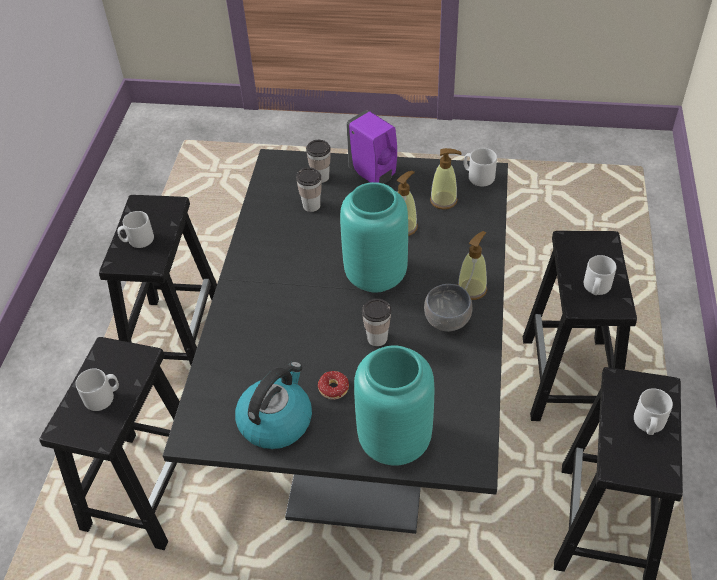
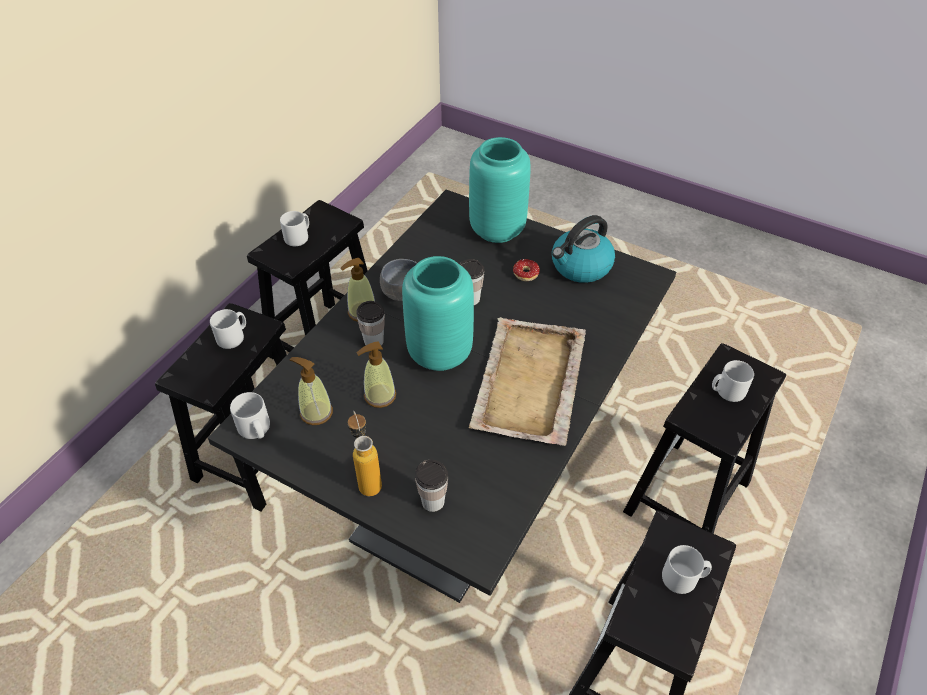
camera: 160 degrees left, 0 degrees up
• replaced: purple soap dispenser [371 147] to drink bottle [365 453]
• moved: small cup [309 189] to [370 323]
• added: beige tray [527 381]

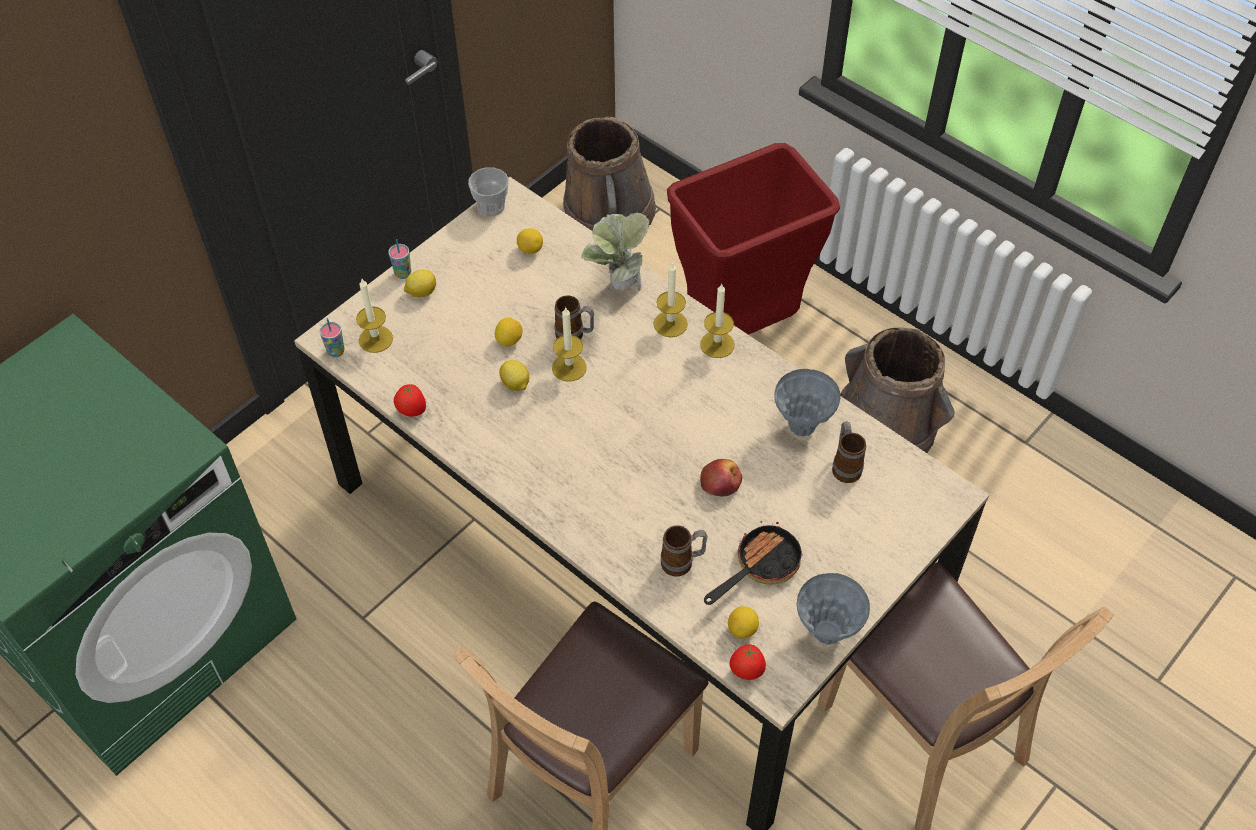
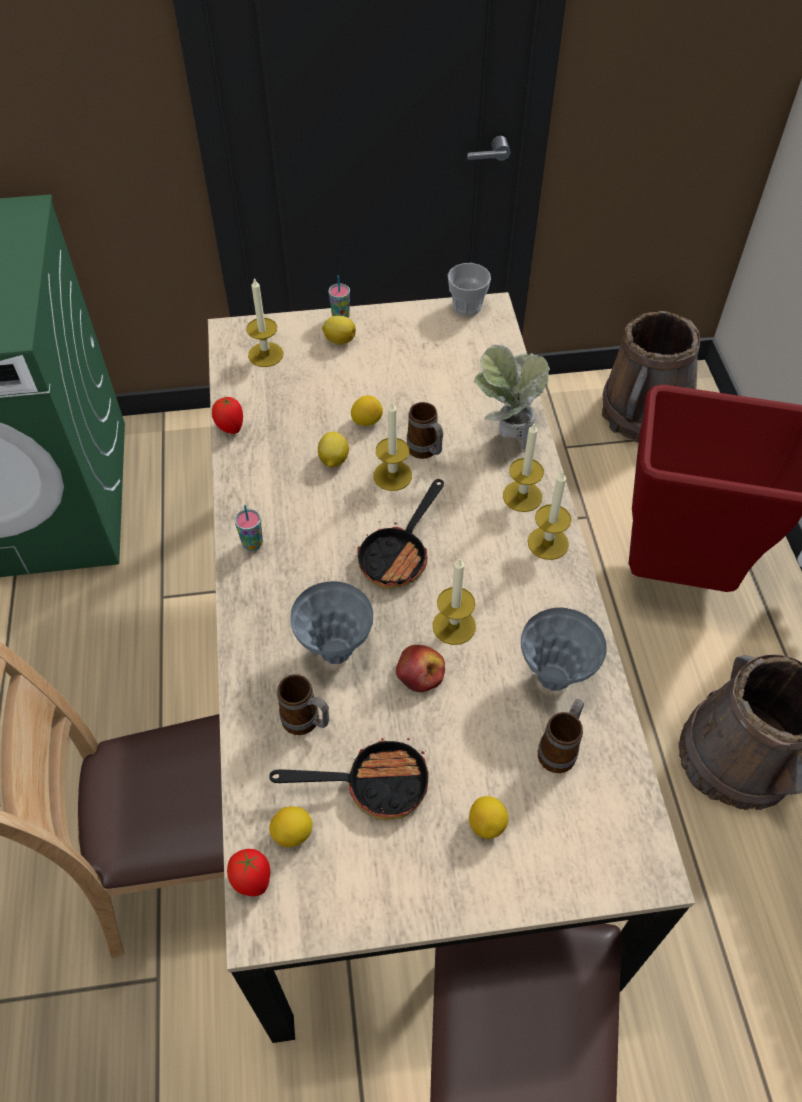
camera: 40 degrees right, 0 degrees up
• moved: whole lemon [530 241] to [488 817]
• moved: small cup [332 338] to [249 528]
• moved: grey flower vase [833 609] to [331 622]
• added: skillet [400 534]
• added: wax candle [454 601]

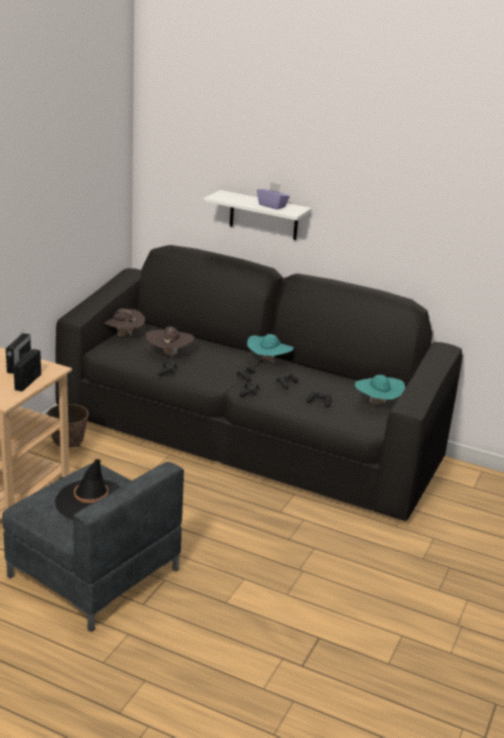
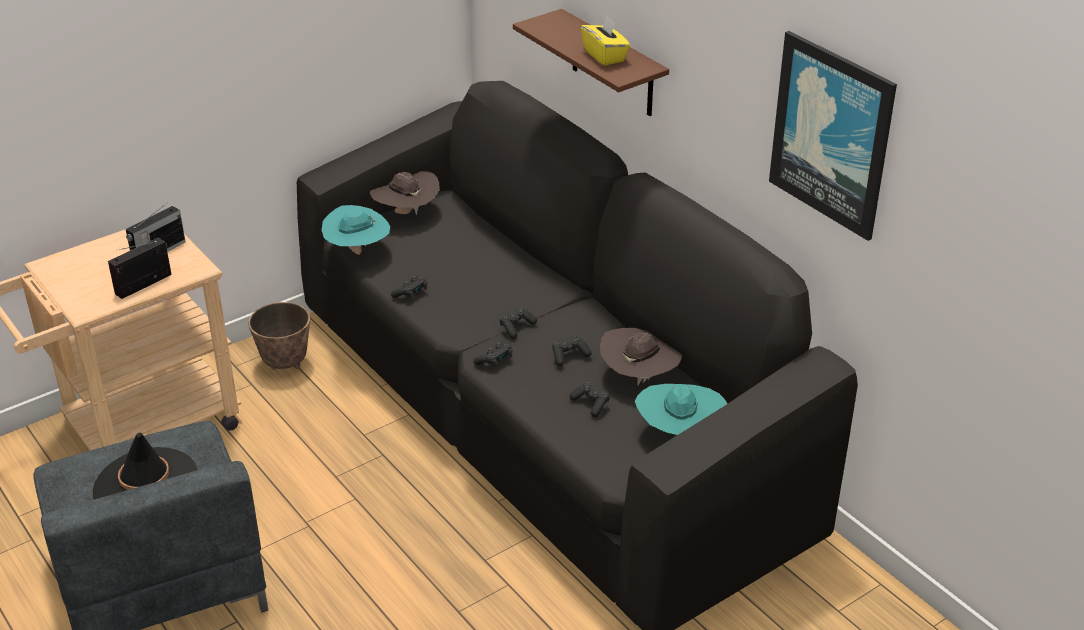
camera: 30 degrees right, 10 degrees up
• recoloured: purple box of tissues [273 195] to yellow-coloured box of tissues [605 41]
• recoloured: whitish bracket shelf [257 215] to brown bracket shelf [591 62]
• moved: brown wearable hat [170 342] to [641 356]
• moved: blue-green wearable hat [270 348] to [356 230]
• added: wall picture [833 136]

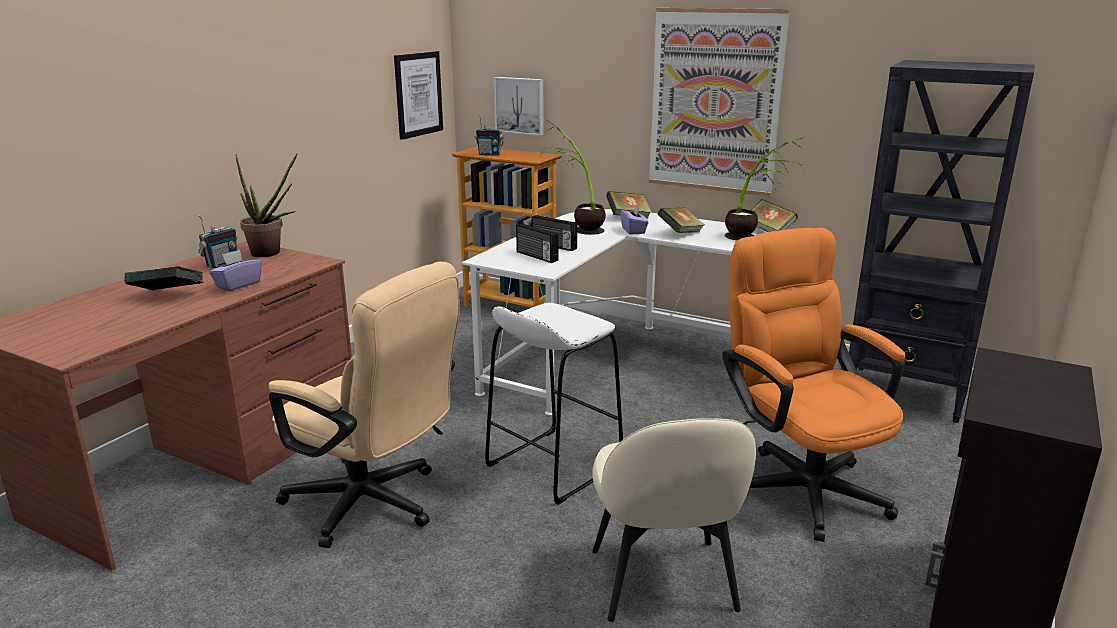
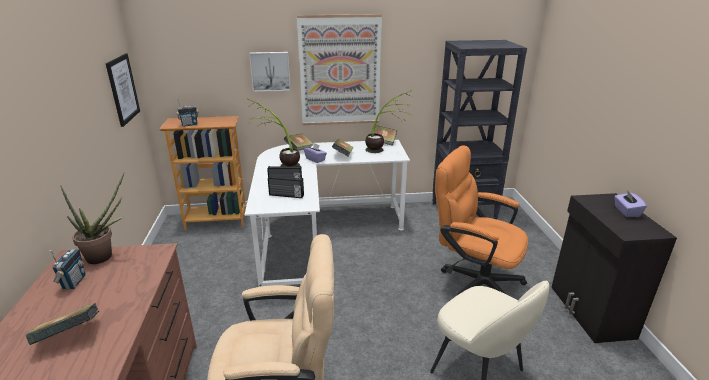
camera: 35 degrees left, 5 degrees up
• moved: wall picture [519 106] to [270 72]
• moved: purple box of tissues [235 270] to [630 203]
• removed: whitish stool [554 404]

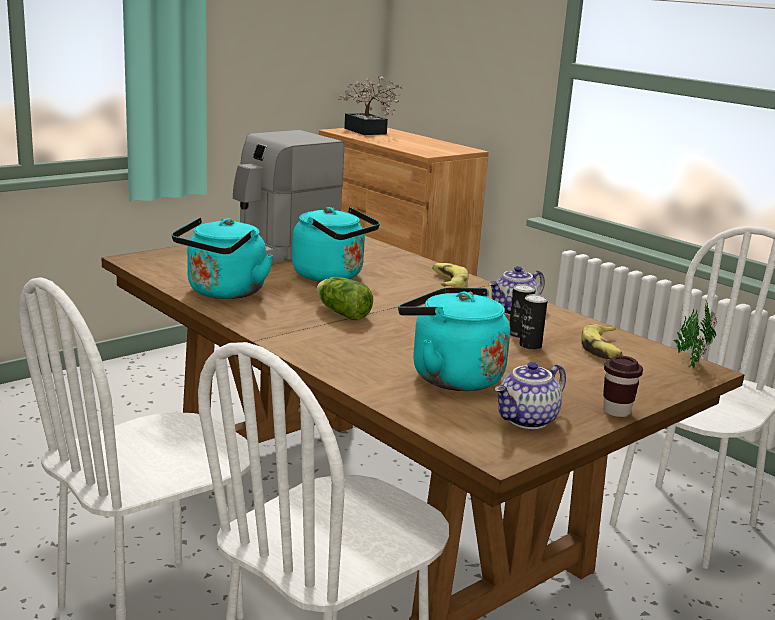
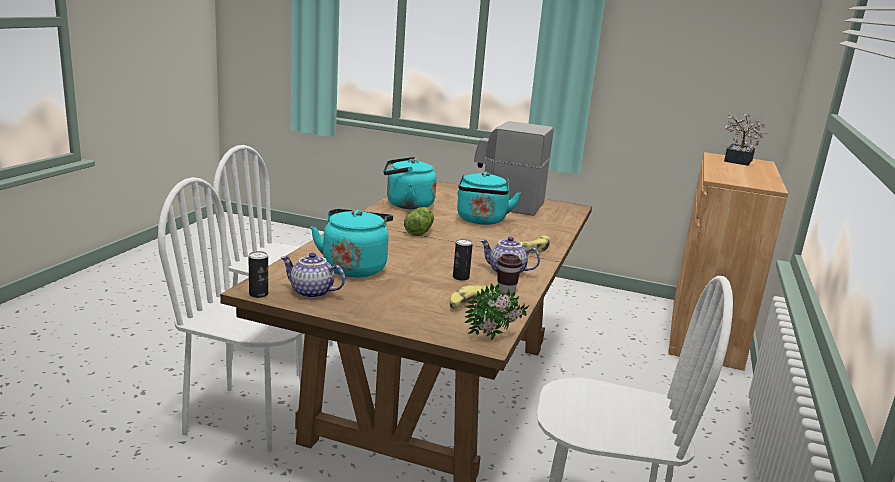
camera: 60 degrees right, 0 degrees up
• moved: can [533 322] to [258 274]
• moved: brown small cup [623 386] to [509 274]

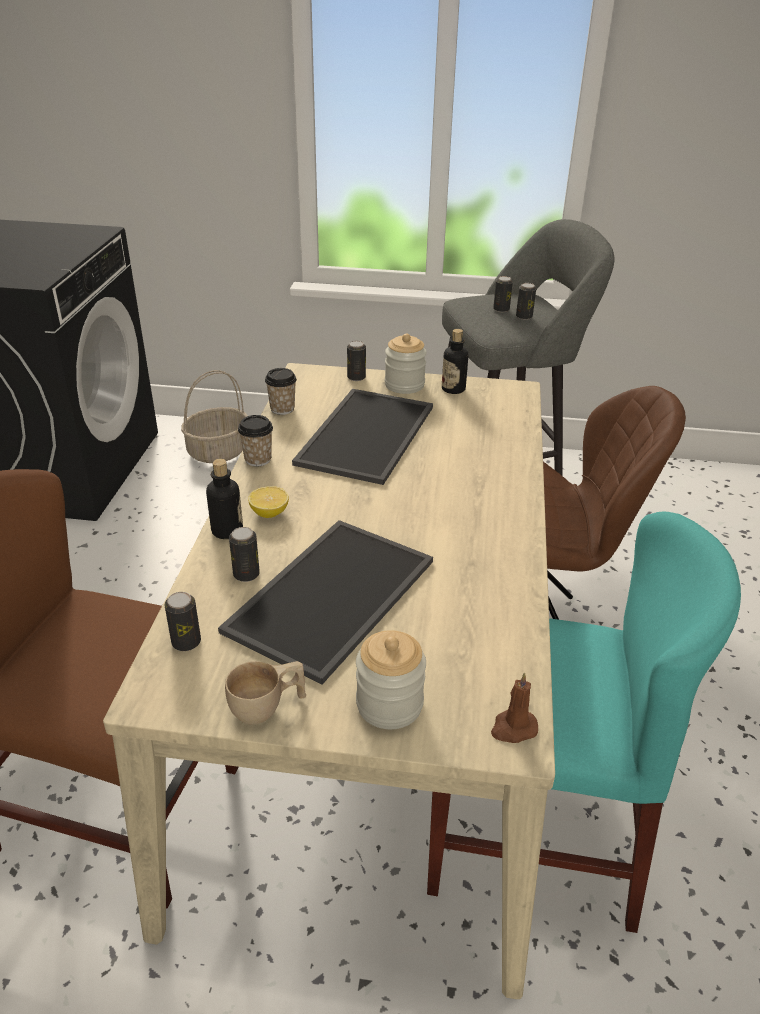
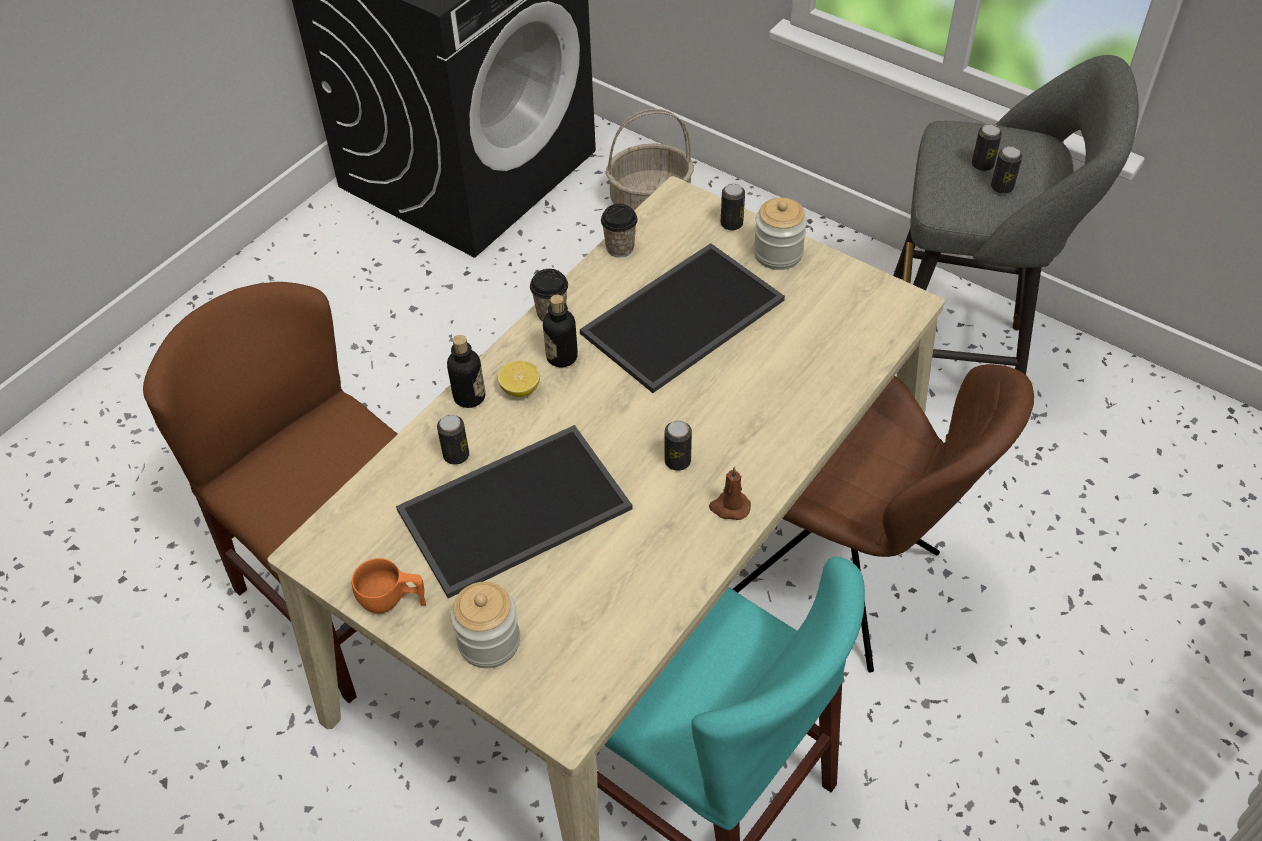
camera: 30 degrees right, 15 degrees up
• moved: drink bottle [455 361] to [560 331]
• moved: can [182 621] to [678 445]
• recoloured: beige small cup [265 693] to orange small cup [389 586]
• moved: brown wax candle [514 707] to [730 493]

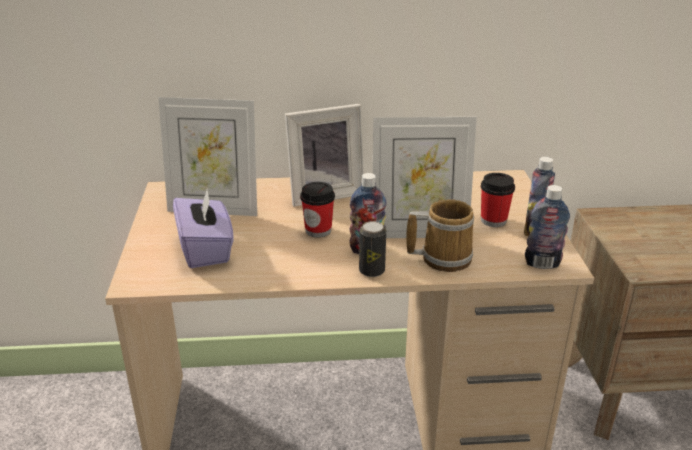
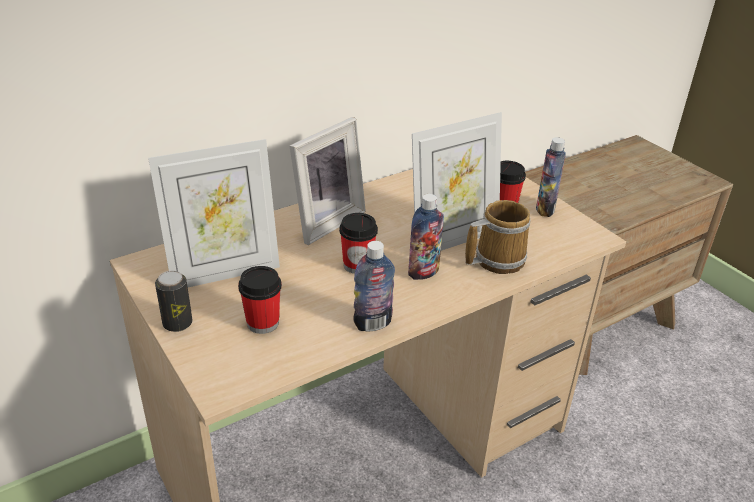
camera: 30 degrees left, 5 degrees up
• moved: drink bottle [547 227] to [374 286]
• replaced: purple box of tissues [203 227] to small cup [260 300]
• moved: can [372 249] to [173 301]

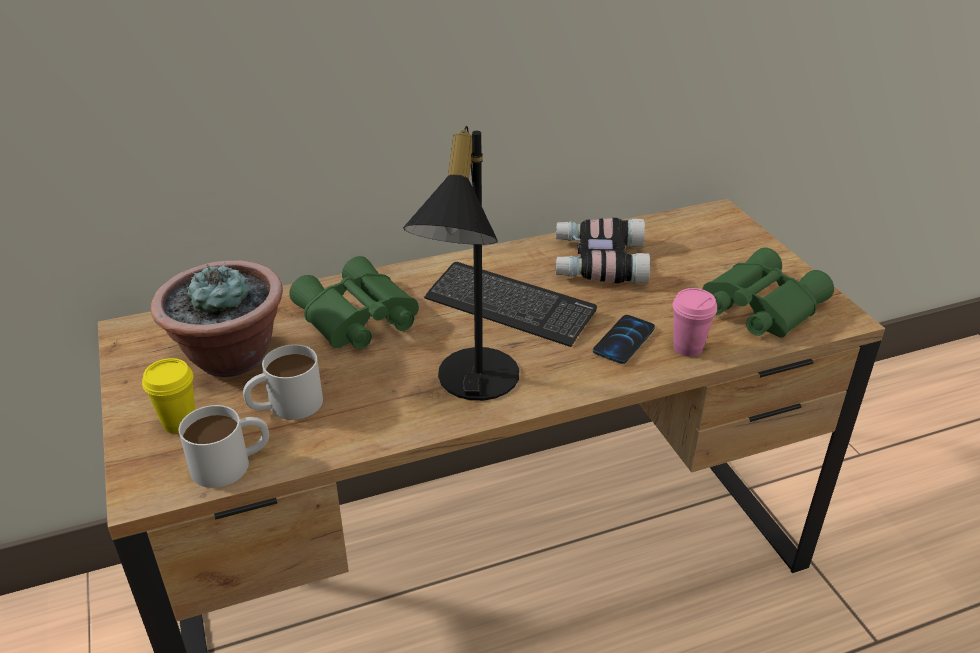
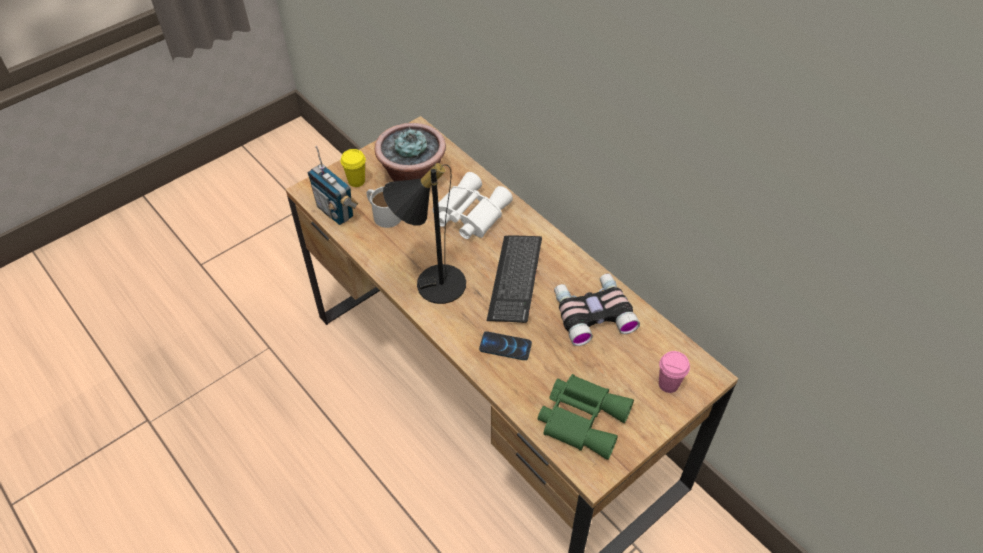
camera: 70 degrees right, 15 degrees up
• recoloured: green pair of binoculars [354 302] to whitish pair of binoculars [473 205]
• moved: pink-coloured small cup [694 322] to [674 372]
• replaced: whitish tea mug [224 446] to radio set [333 185]

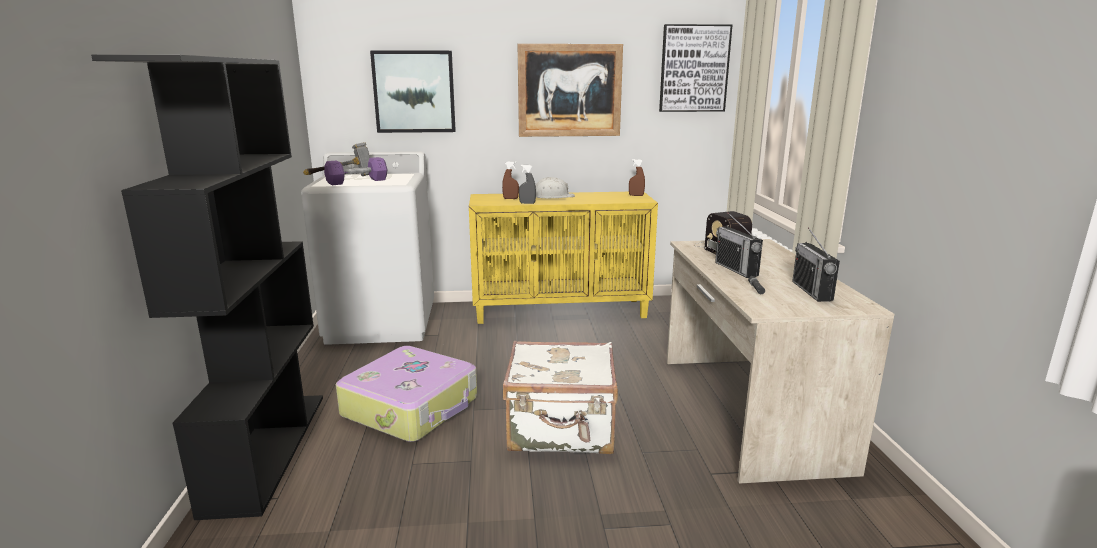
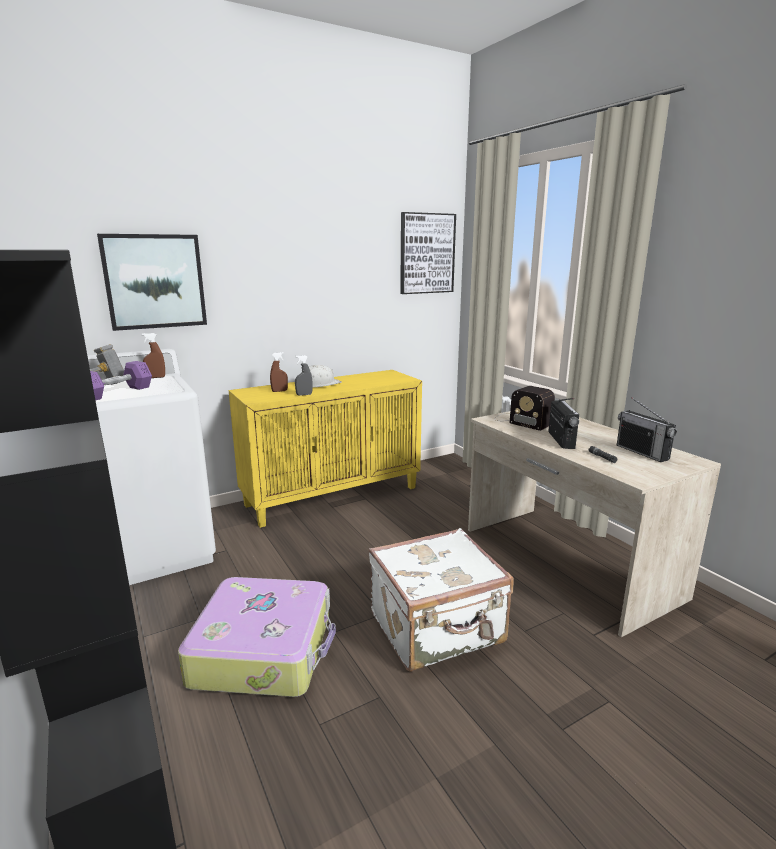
camera: 25 degrees left, 0 degrees up
• removed: wall picture [570 90]
• moved: brown sprayer [637 177] to [153 355]
• turned: radio set [739 245] = [563 423] 135 degrees counterclockwise

